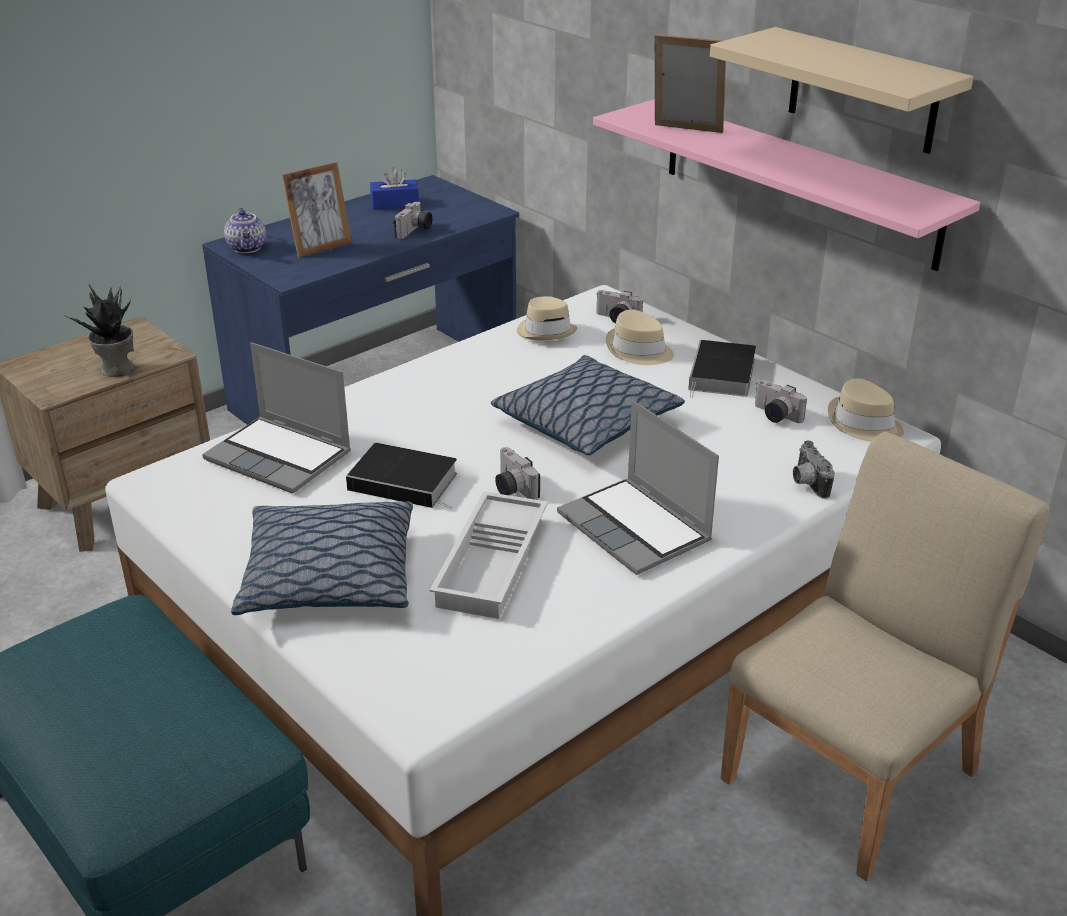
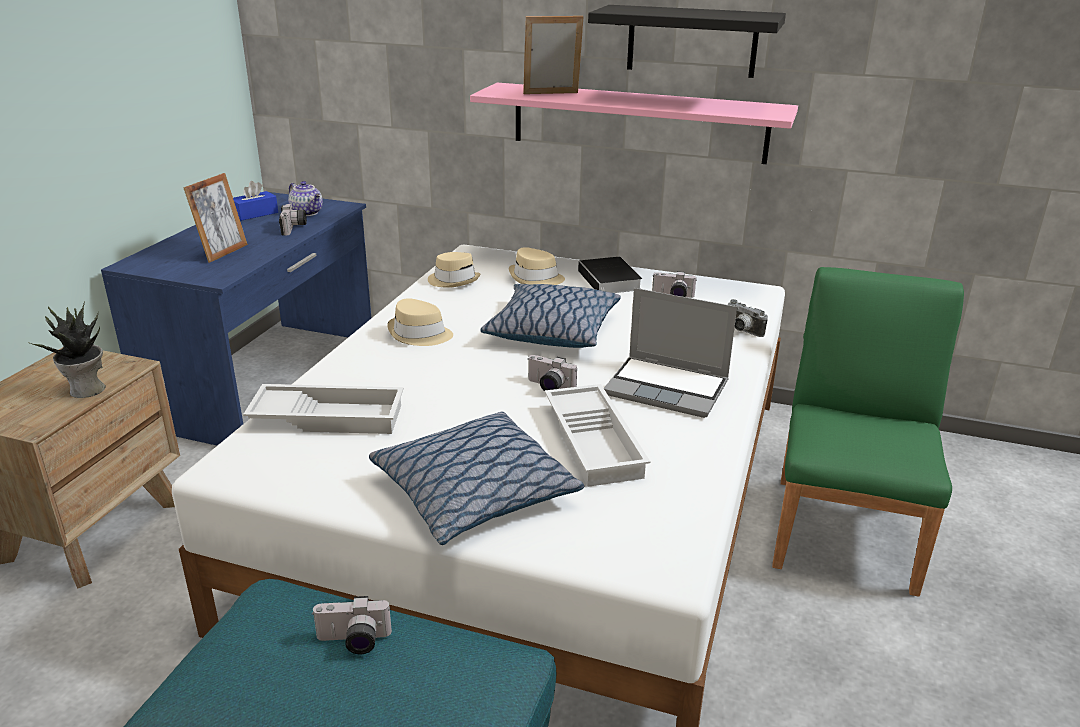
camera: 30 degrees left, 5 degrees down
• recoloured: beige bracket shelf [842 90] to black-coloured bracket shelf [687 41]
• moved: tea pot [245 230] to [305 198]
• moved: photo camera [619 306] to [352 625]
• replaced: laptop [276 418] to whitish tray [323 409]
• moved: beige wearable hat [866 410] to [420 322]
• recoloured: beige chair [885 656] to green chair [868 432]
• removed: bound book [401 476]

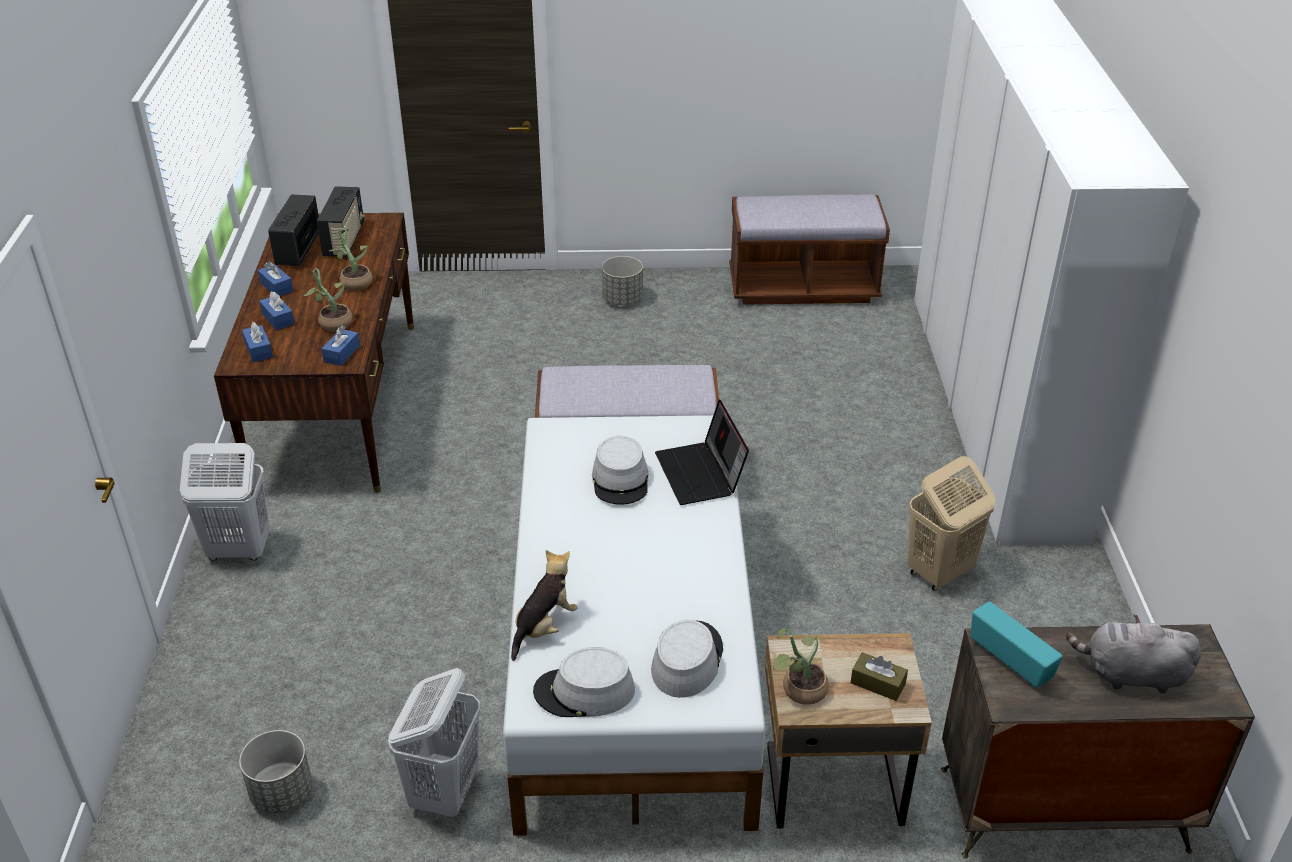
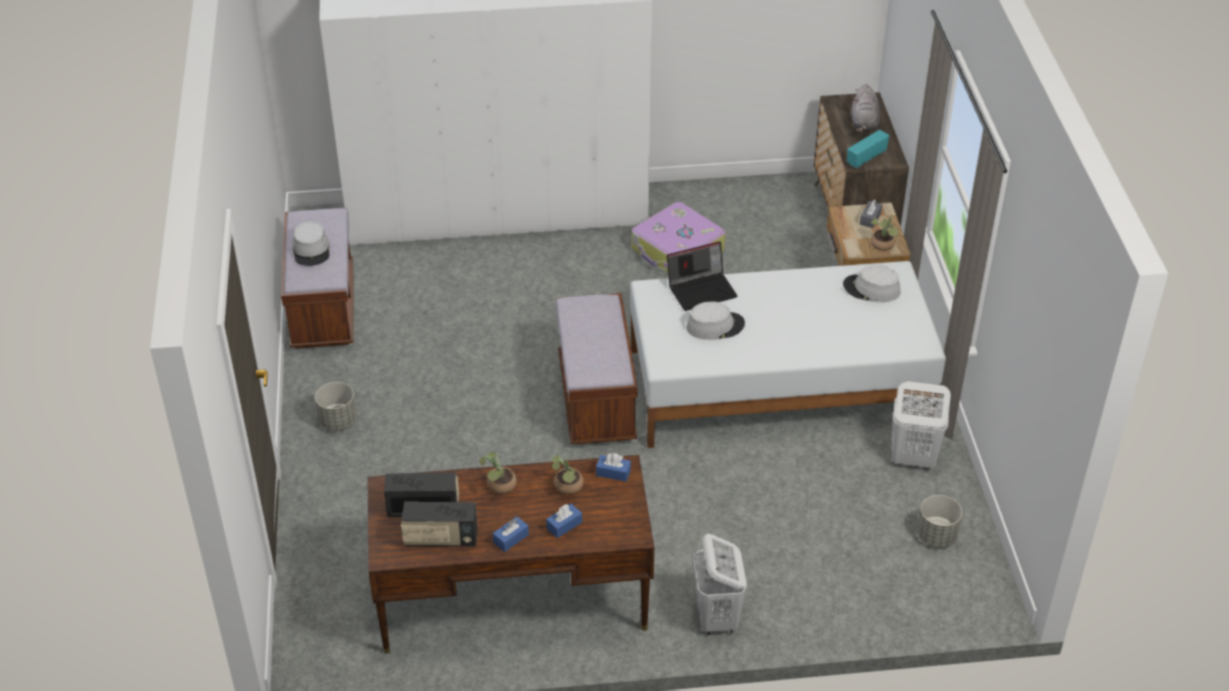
camera: 95 degrees left, 5 degrees up
• removed: bluish box of tissues [257 342]
• replaced: beige hamper [951 523] to piece of luggage [679 237]
• removed: plush toy [544 605]
• moved: grey wearable hat [584 682] to [311 243]
• recoloured: brown box of tissues [879 676] to grey box of tissues [871 214]

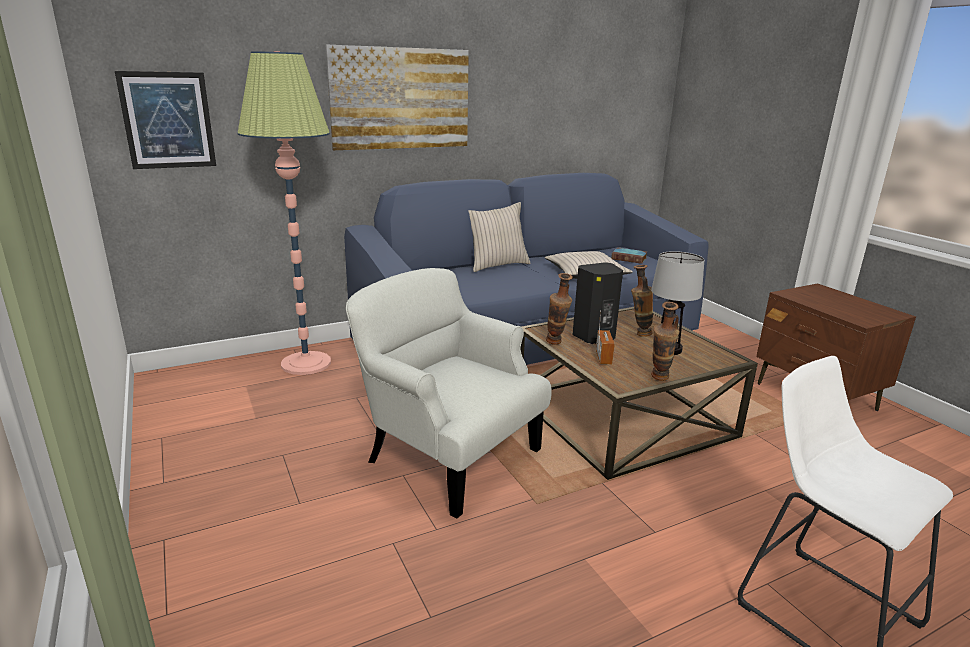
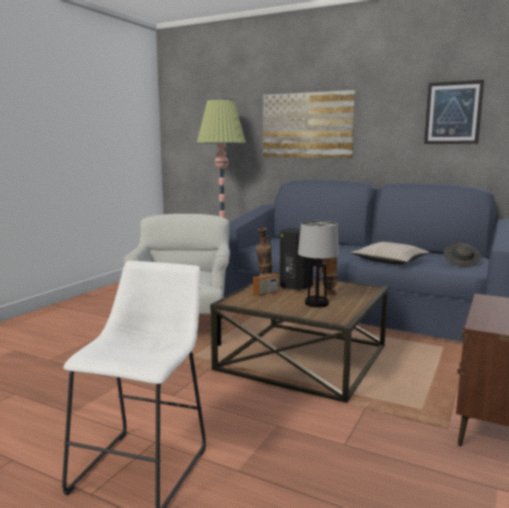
camera: 55 degrees right, 10 degrees down
• moved: wall picture [165 120] to [454 112]
• removed: beige pillow [500 237]
• replaced: bound book [629 255] to grey wearable hat [462 255]
• removed: flower vase [665 341]

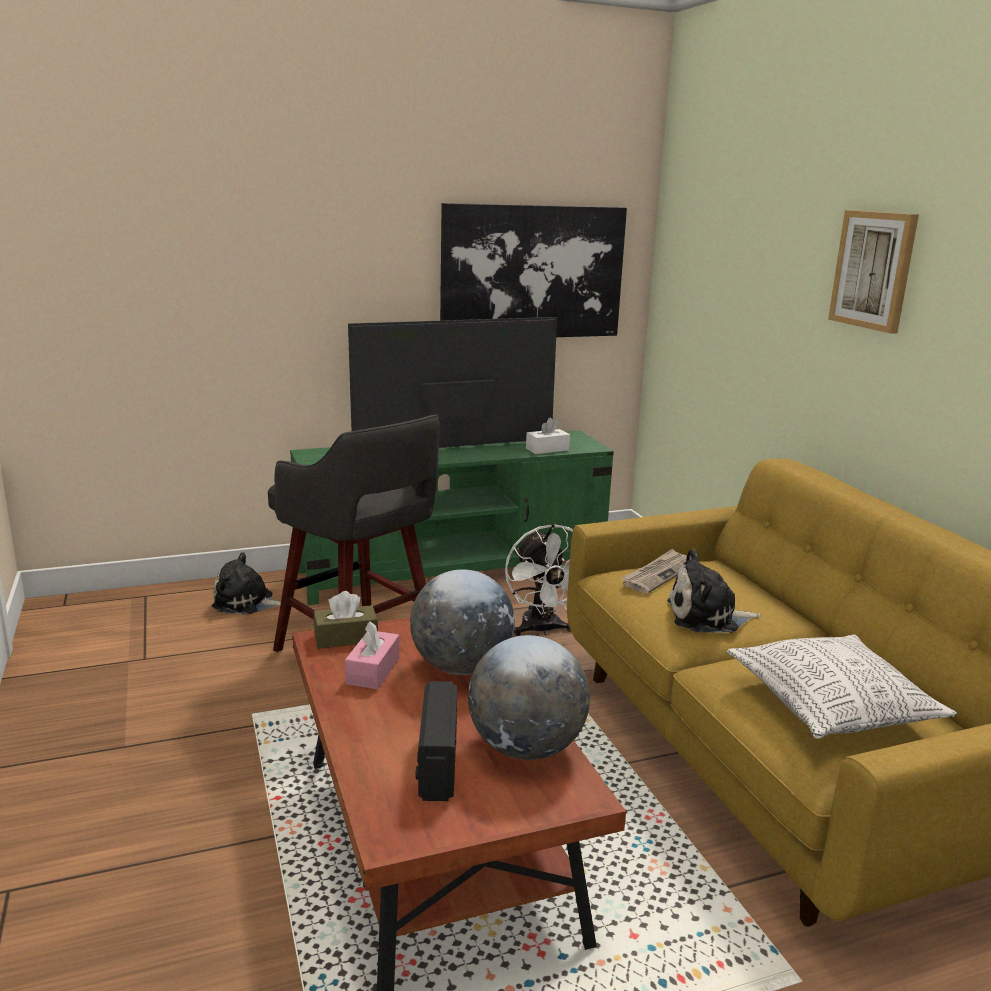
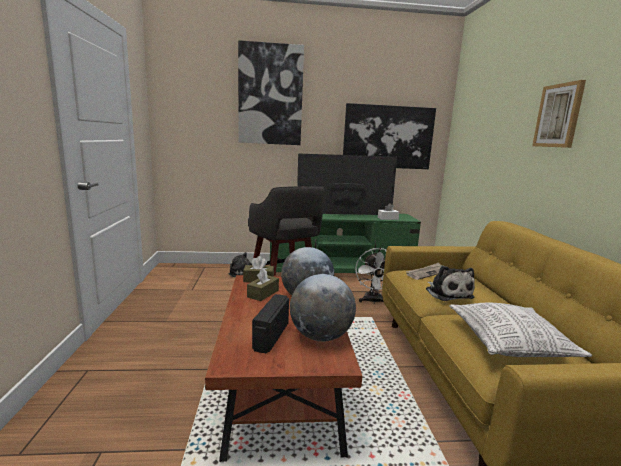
camera: 15 degrees right, 5 degrees down
• turned: plush toy [714 590] = [450 283] 120 degrees counterclockwise
• recoloured: pink-coloured box of tissues [372 656] to brown box of tissues [263 284]
• added: wall picture [271 92]

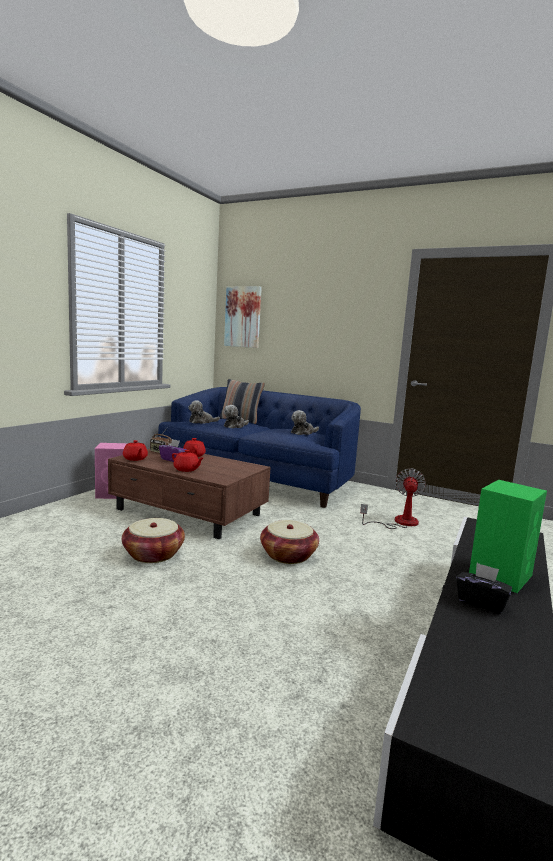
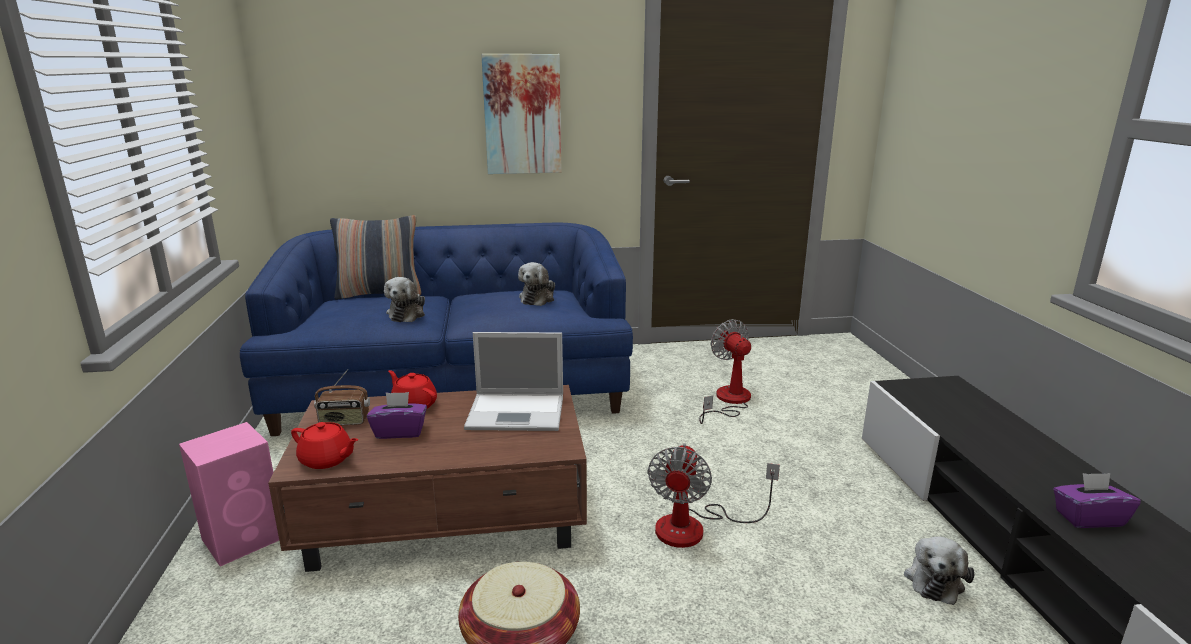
camera: 35 degrees left, 10 degrees up
• moved: wall picture [243 317] to [521 114]
• moved: plush toy [204 412] to [939 570]
• removed: reddish tea pot [187 461]
• removed: green loudspeaker [508 536]
• replaced: basket [289 542] to fan [714 496]
• recoloured: black-coloured box of tissues [484 588] to purple box of tissues [1097 500]
• added: laptop [513 381]

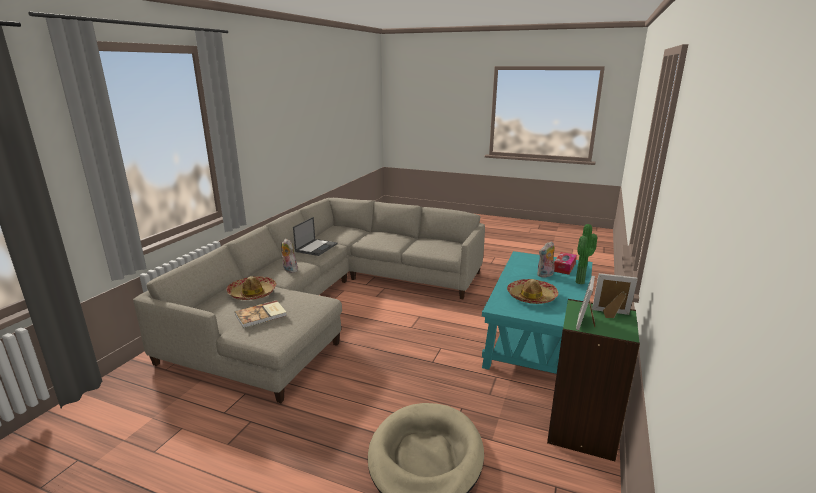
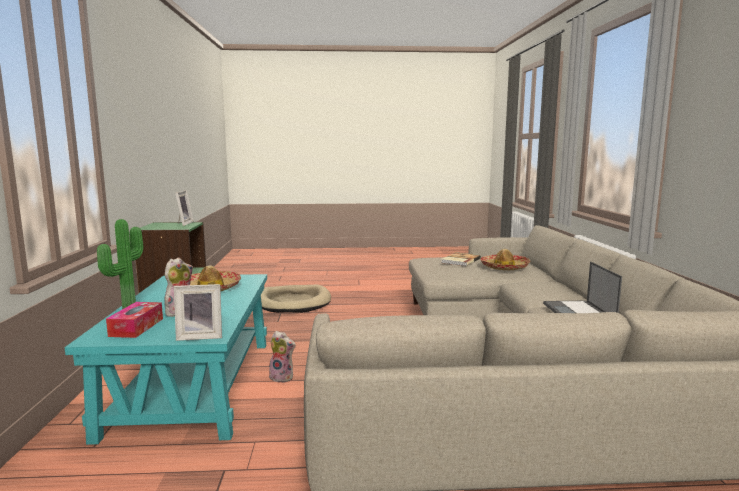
camera: 155 degrees right, 10 degrees down
• moved: plush toy [289 256] to [282 357]
• moved: picture frame [615 295] to [198 312]

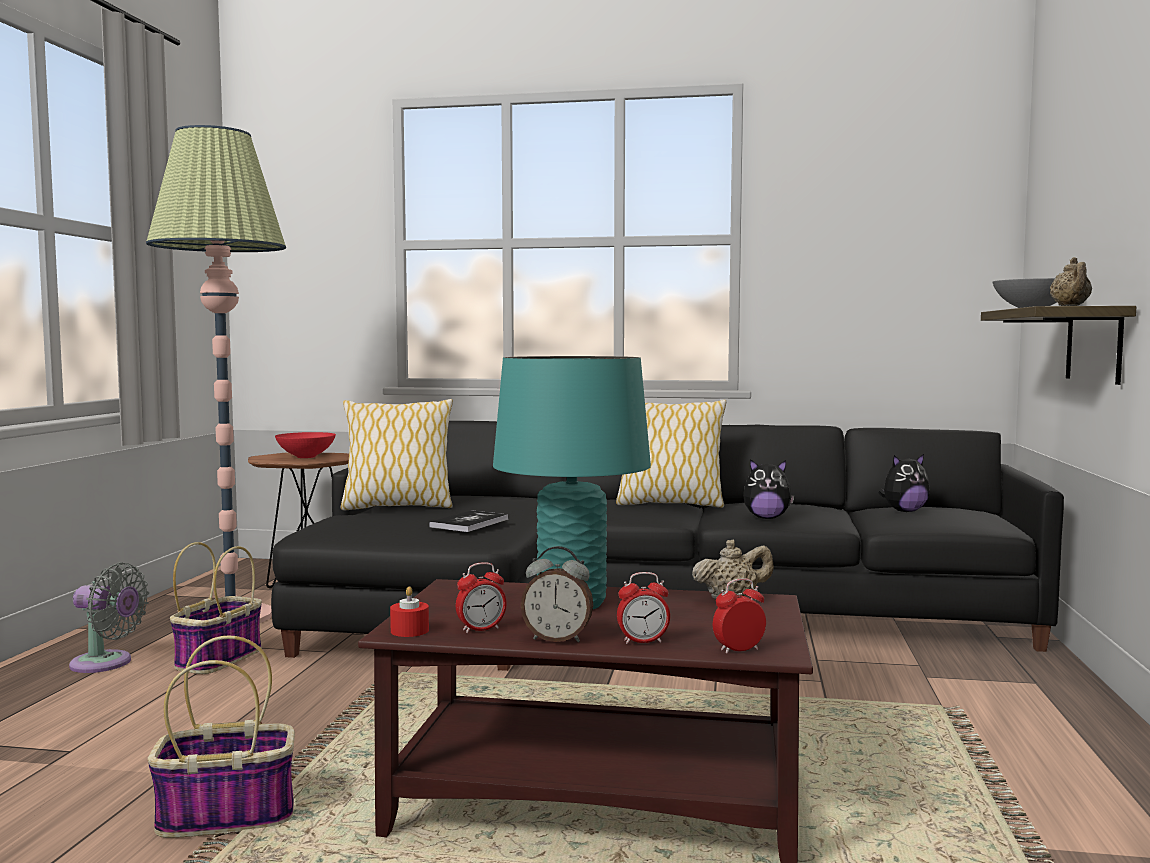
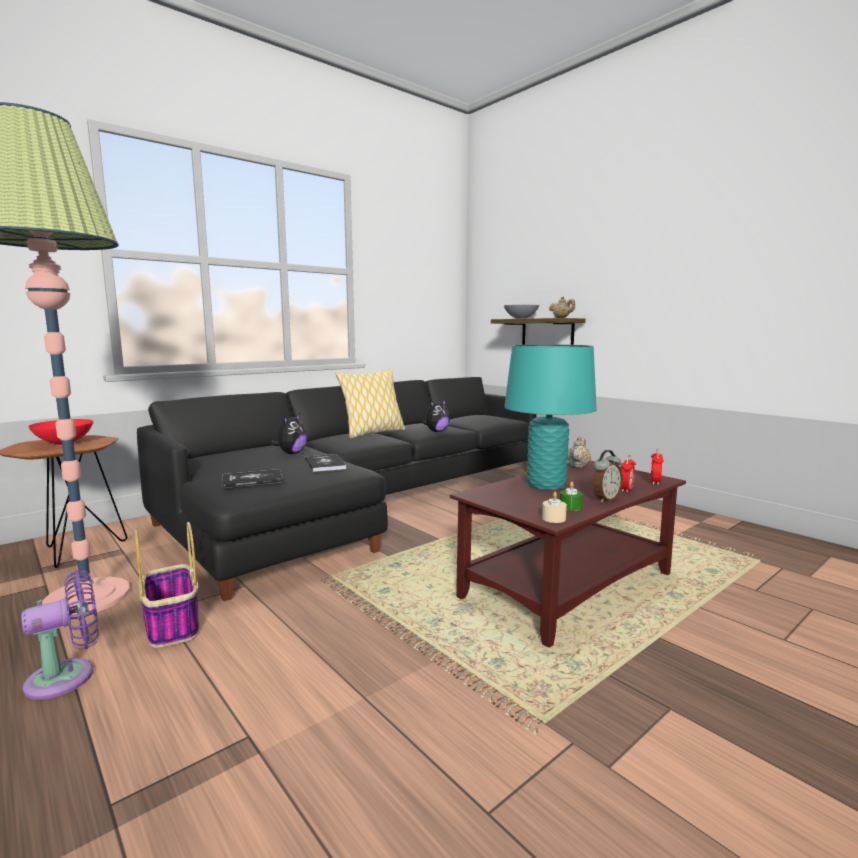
camera: 50 degrees left, 5 degrees up
• removed: pillow [396 455]
• moved: plush toy [904 483] to [289 433]
• recoloured: grey fan [109 617] to purple fan [60 635]
• replaced: table clock [481 597] to green wax candle [571 496]
• recoloured: reddish wax candle [409 611] to beige wax candle [554 507]
• removed: basket [221 736]
• added: bound book [252 478]

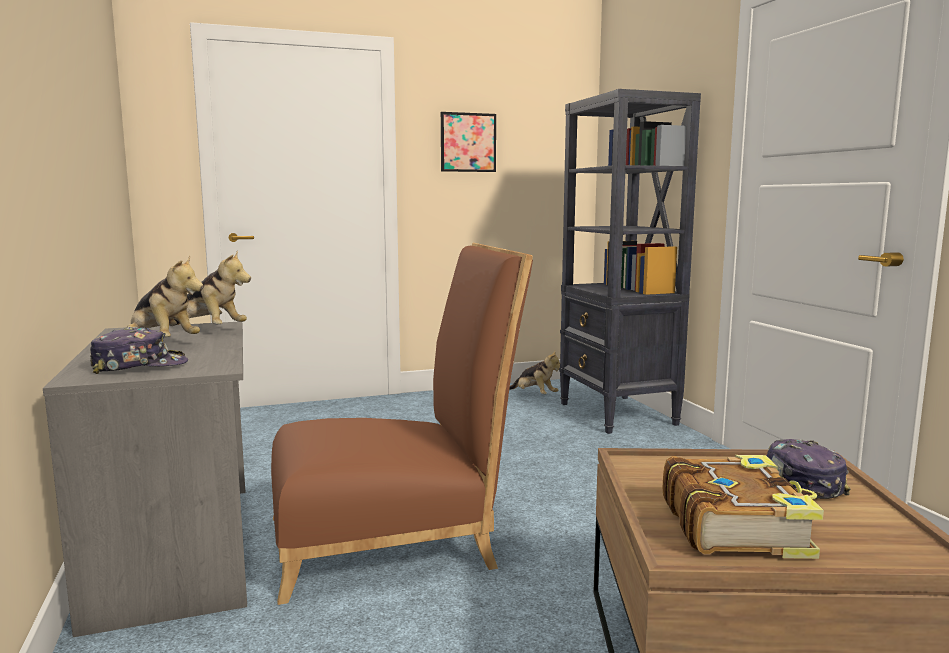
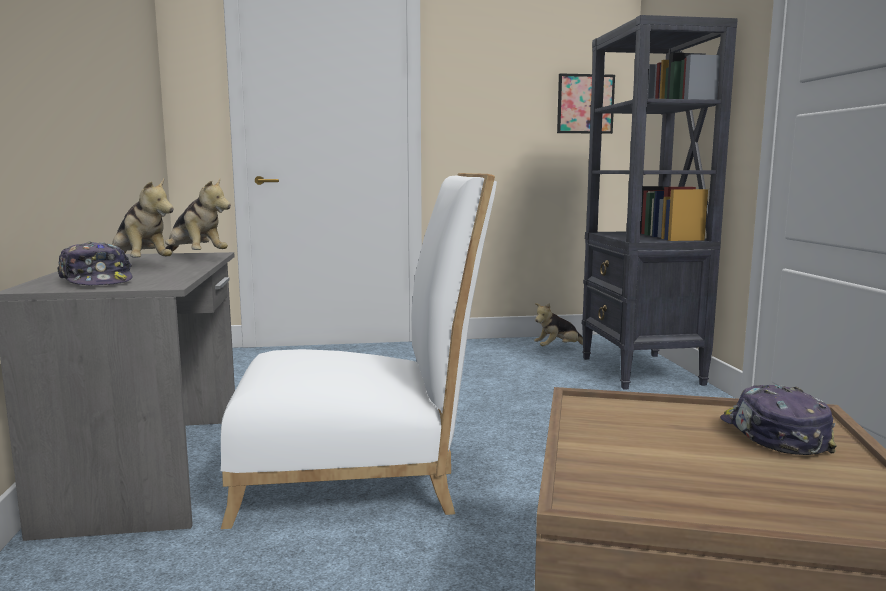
camera: 10 degrees right, 0 degrees up
• moved: wall picture [468 142] to [586 103]
• recoloured: brown chair [402 424] to whitish chair [359 351]
• turned: peaked cap [139 350] = [95 263] 60 degrees clockwise
• turned: plush toy [534 372] = [558 324] 105 degrees clockwise
• removed: bound book [743 507]

